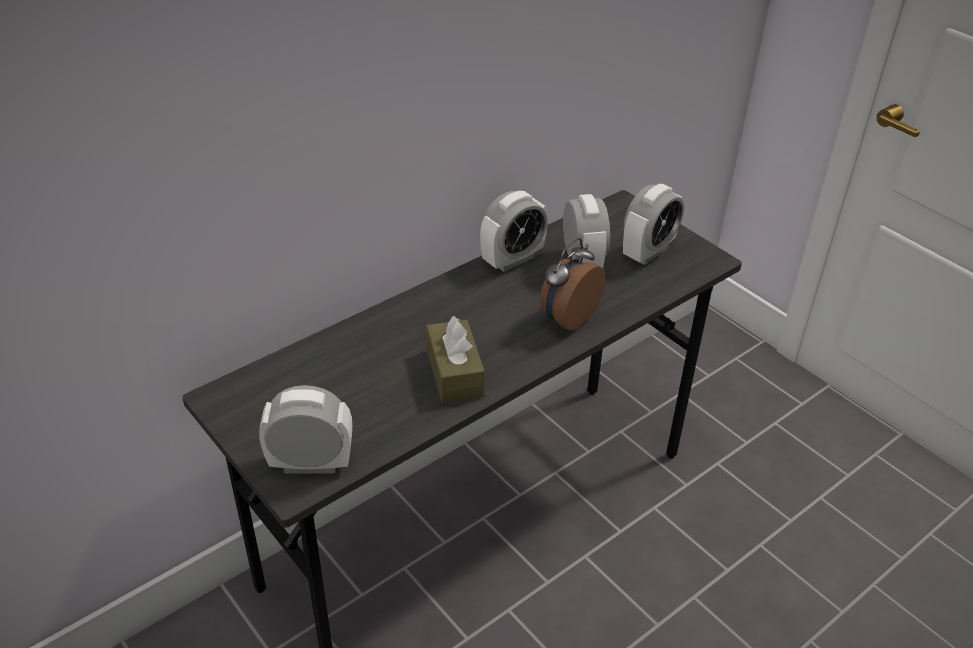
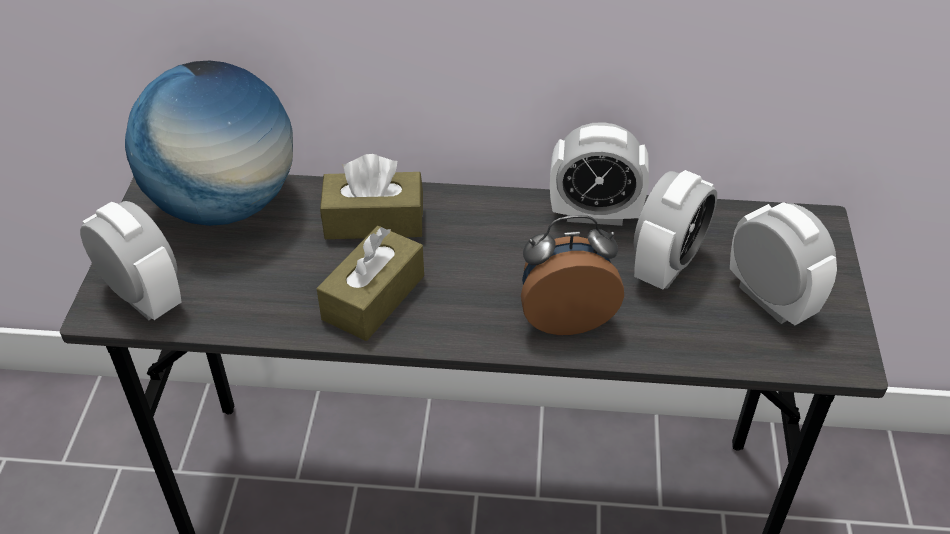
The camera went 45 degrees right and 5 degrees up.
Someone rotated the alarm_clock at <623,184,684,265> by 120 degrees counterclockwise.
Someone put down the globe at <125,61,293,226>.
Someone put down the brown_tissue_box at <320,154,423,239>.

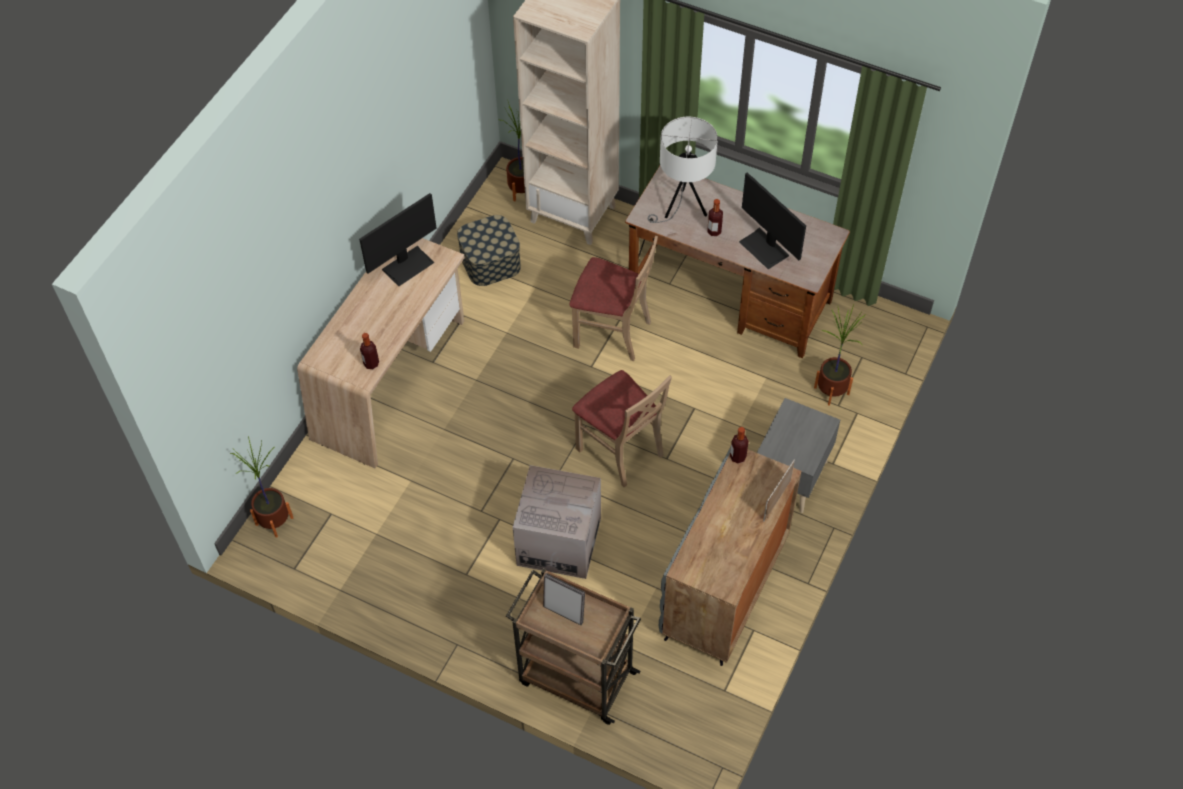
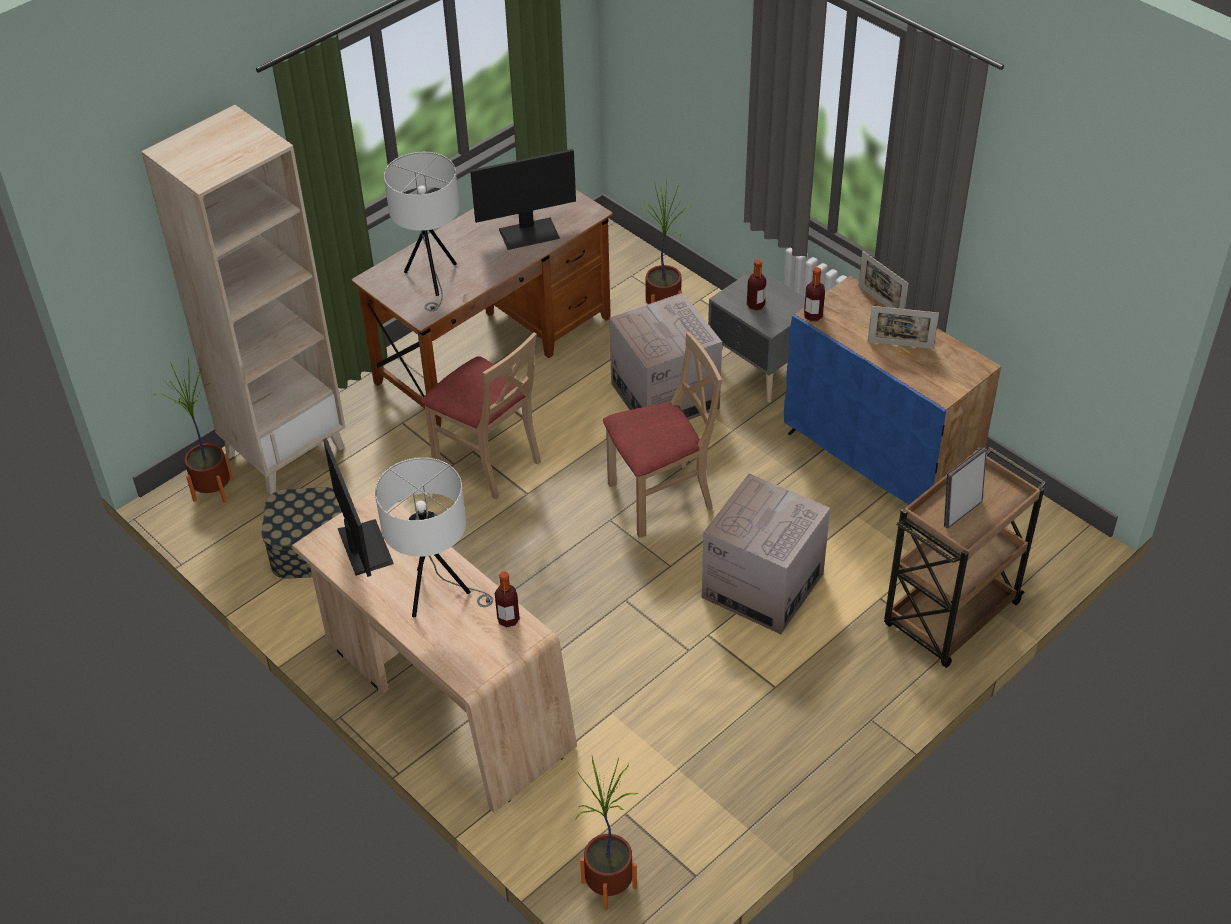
The camera went 70 degrees left and 10 degrees down.
Someone rotated the beige_chair at <569,236,658,361> by 90 degrees clockwise.
Someone repainted the grey_cabinet at <659,446,801,666>, which became the blue_cabinet at <784,276,1001,505>.
Someone carried the bottle from <707,199,723,236> to <747,260,766,311>.
Someone put down the white_table_lamp at <375,457,493,617>.
Someone put down the cardboard_box at <609,293,722,420>.
Someone put down the picture_frame at <868,306,939,349>.

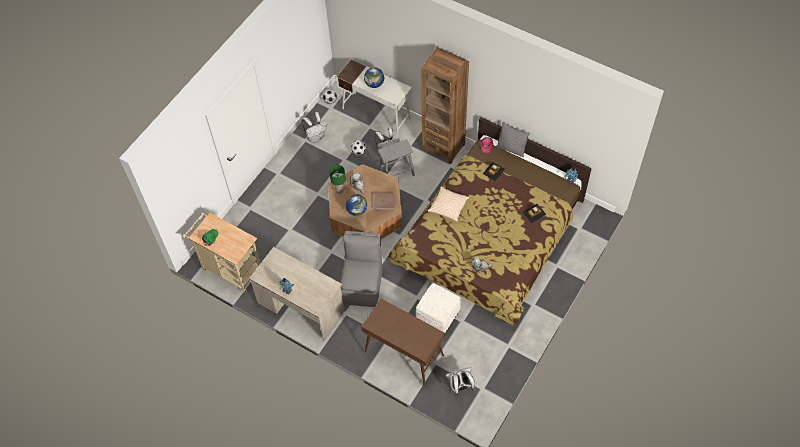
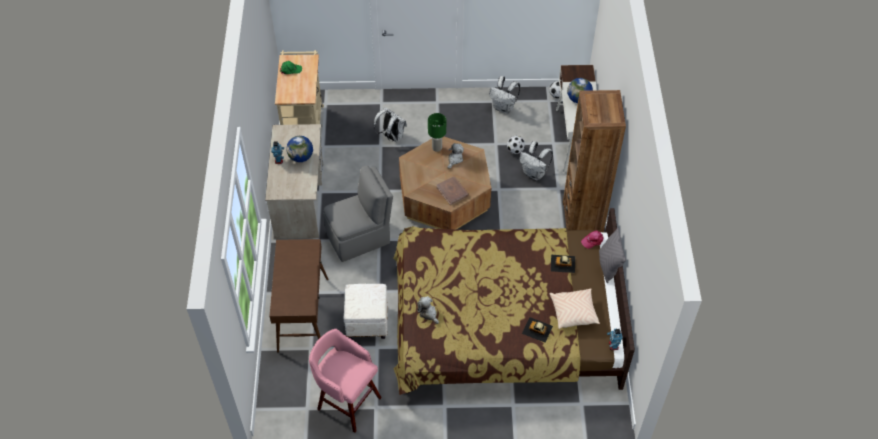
The camera went 55 degrees right and 5 degrees down.
Someone carried the globe from <346,194,367,216> to <286,136,313,162>.
Someone took away the grey_stool at <378,140,415,176>.
Someone carried the beige_pillow from <428,186,469,221> to <550,288,600,329>.
Someone carried the white_backpack from <446,367,475,396> to <374,107,407,142>.
Someone put down the pink_stool at <309,329,382,433>.

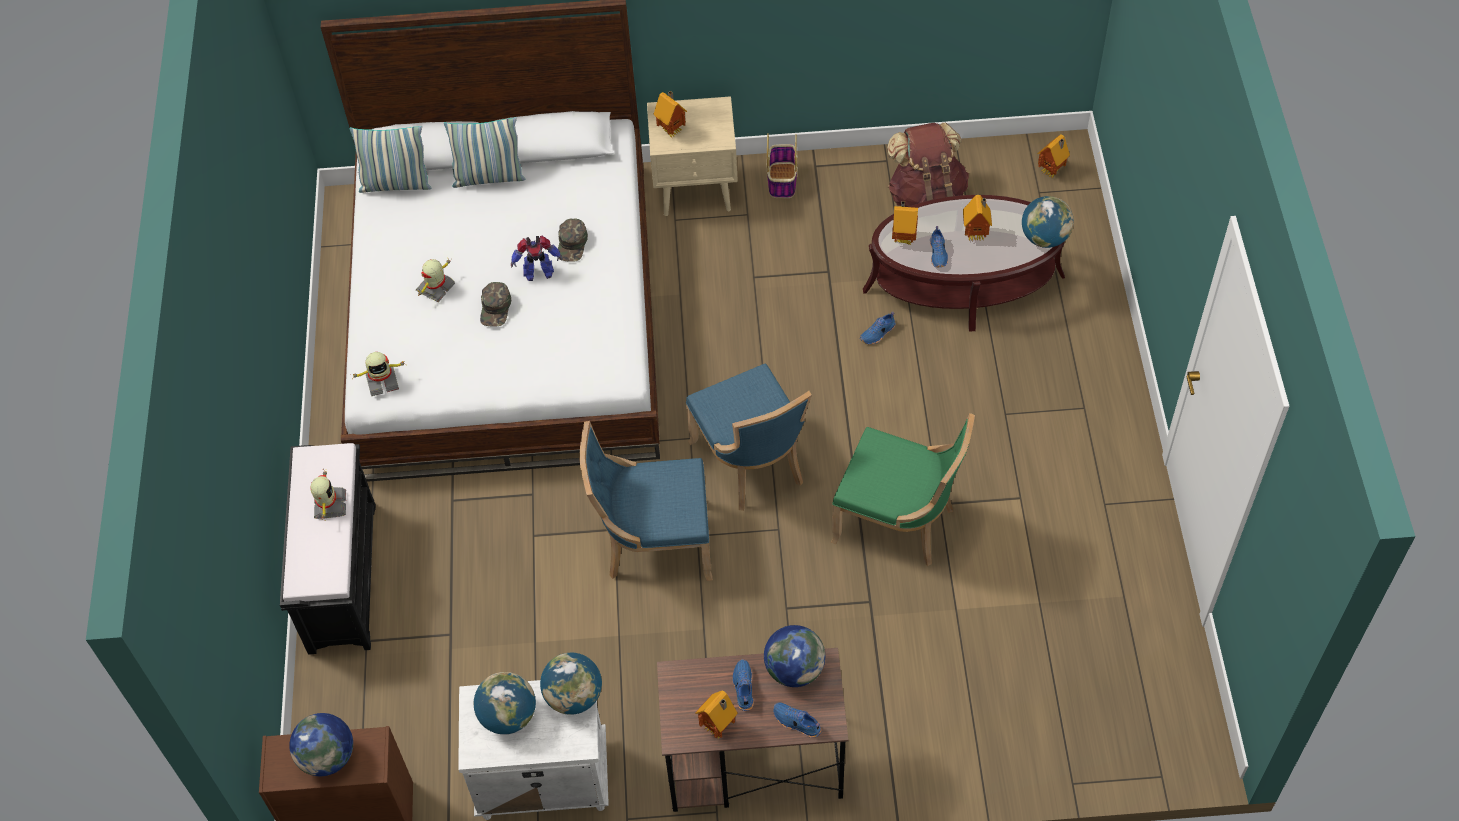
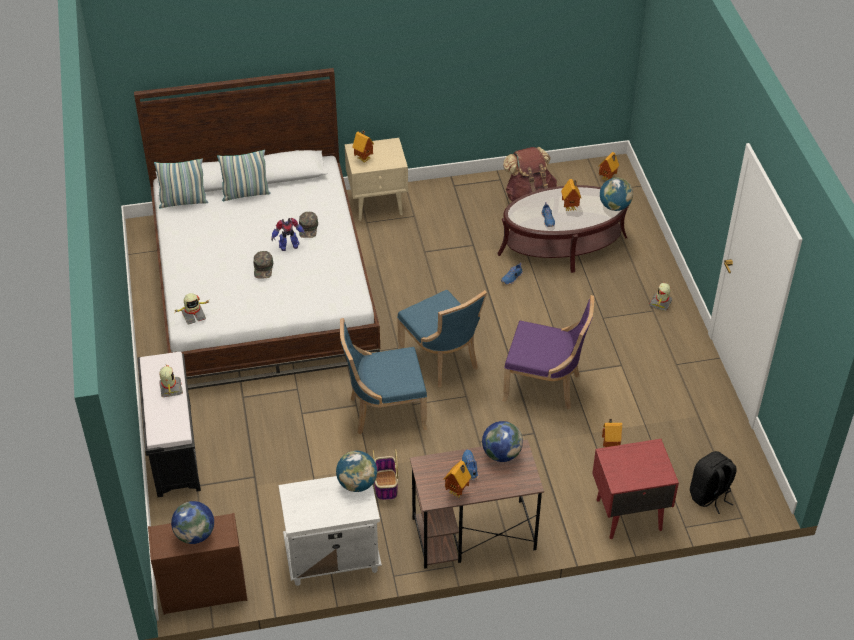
The camera went 10 degrees left and 10 degrees down.
Someone carried the toy_robot from <416,258,455,302> to <649,283,672,311>.
Someone took away the globe at <474,672,536,734>.
Someone carried the basket from <766,133,798,198> to <373,449,398,500>.
Someone took away the blue_shoe at <773,702,822,738>.
Someone repainted the green_chair at <831,413,975,566>, which became the purple_chair at <502,295,594,409>.
Someone carried the toy_house from <892,201,918,245> to <602,419,622,447>.
Someone put down the red_nightstand at <592,439,679,539>.
Someone put down the black_backpack at <690,451,737,514>.

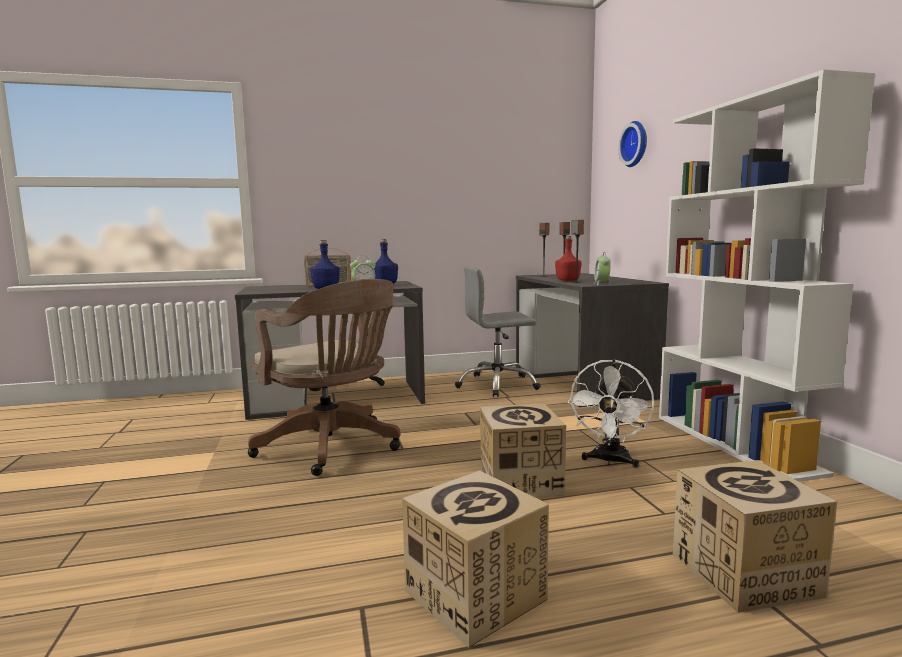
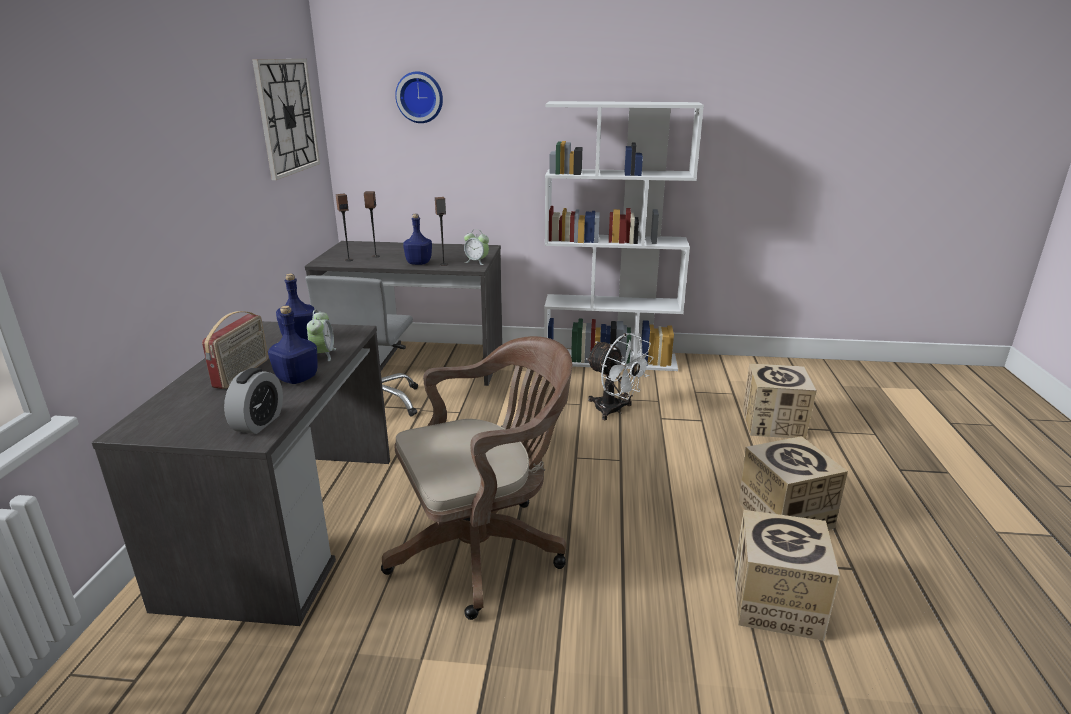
The camera went 70 degrees left and 15 degrees up.
Someone carried the cardboard_box from <480,403,566,497> to <734,510,840,641>.
Someone repainted the red_bottle at <555,236,582,281>, which became the blue_bottle at <403,214,432,265>.
Someone put down the alarm_clock at <224,368,283,434>.
Someone put up the wall_clock at <252,59,320,180>.

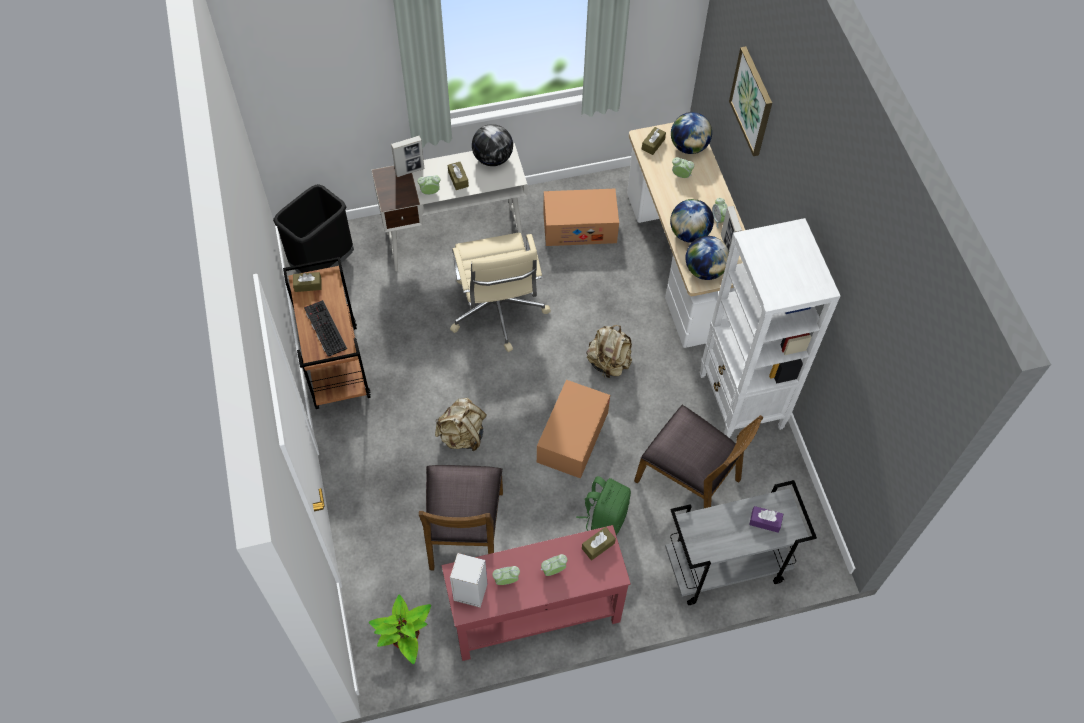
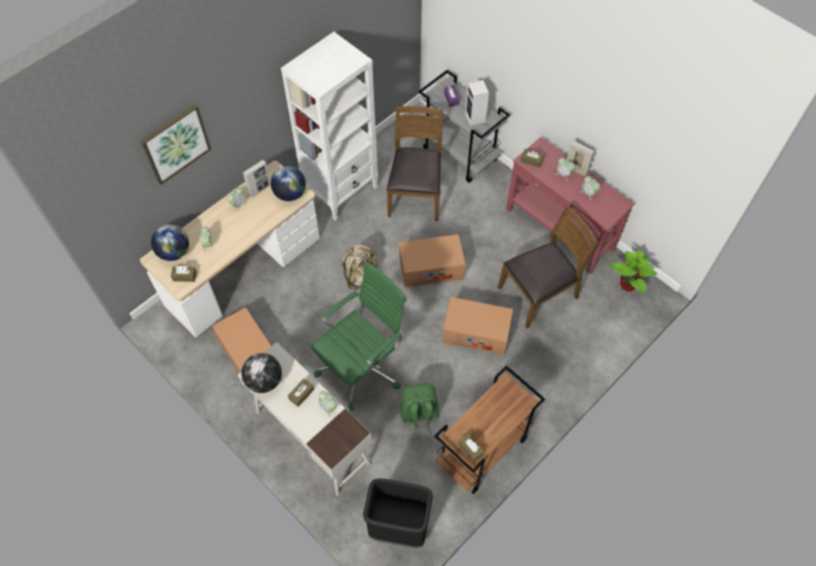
The camera went 120 degrees left and 0 degrees up.
Someone took away the keyboard at <304,300,347,357>.
Someone carried the picture_frame from <391,136,424,177> to <567,140,594,177>.
Someone swapped the beige_backpack at <435,398,487,451> for the cardboard_box at <442,297,513,355>.
Someone repainted the beige_office_chair at <450,232,551,352>, which became the green_office_chair at <311,262,407,411>.
Someone carried the speaker from <450,553,487,608> to <465,80,489,126>.
Someone carried the green_backpack from <576,476,631,535> to <400,383,439,436>.
Someone took away the globe at <670,199,714,243>.

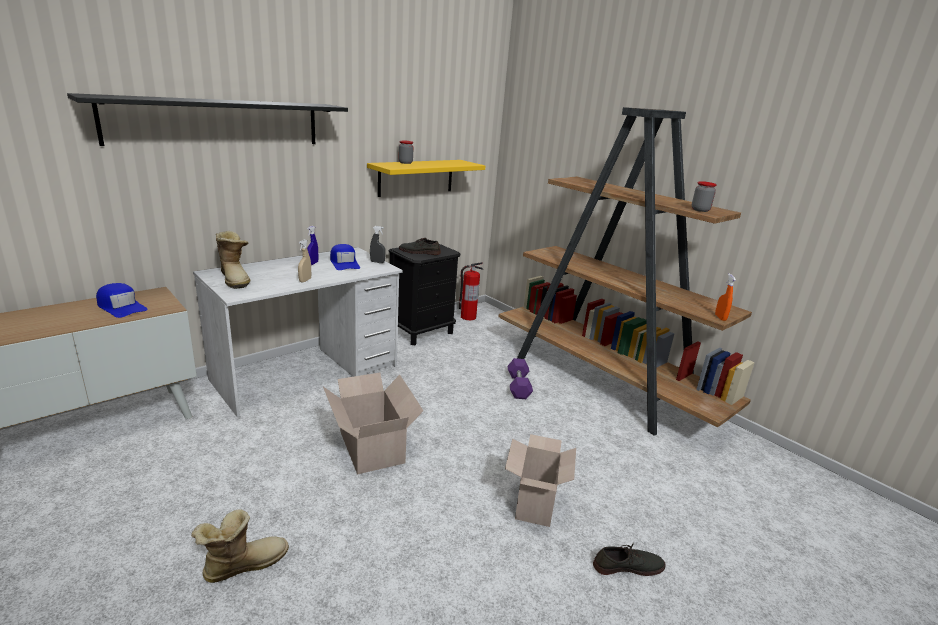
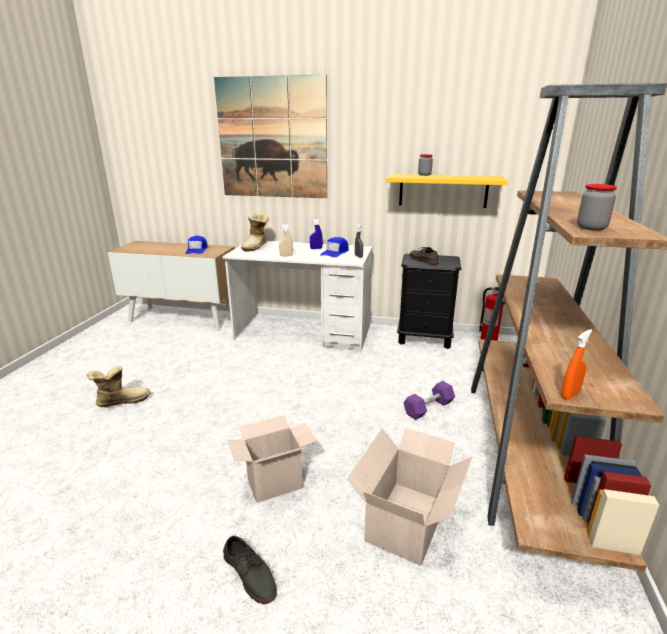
The camera went 55 degrees right and 0 degrees up.
Someone swapped the black_shelf at <67,93,348,146> for the picture at <214,75,327,198>.
Someone rotated the boot at <191,509,289,583> by 45 degrees counterclockwise.
Someone carried the cardboard_box from <323,373,424,474> to <347,427,473,566>.

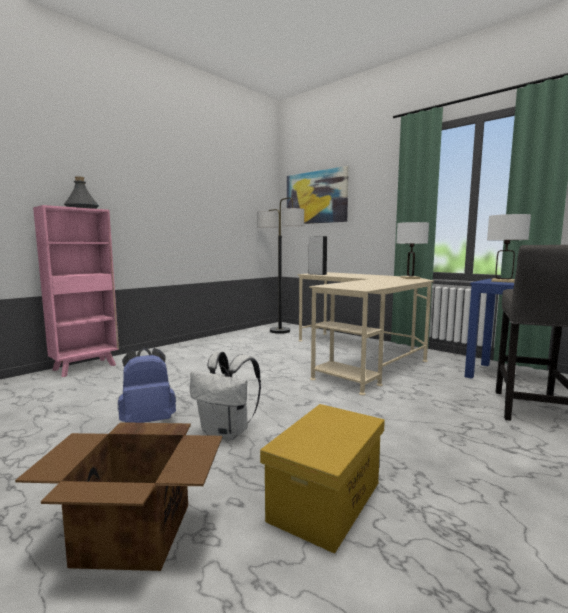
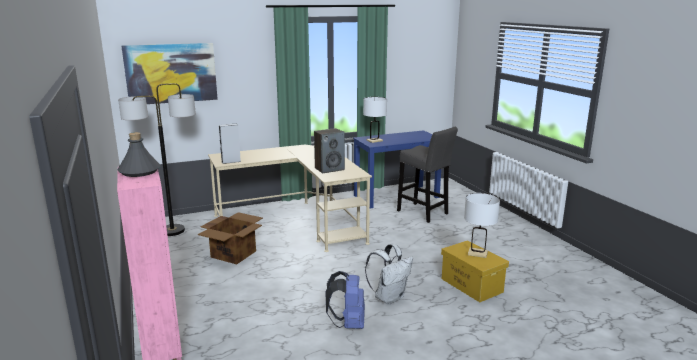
The camera went 65 degrees left and 10 degrees up.
Someone carried the cardboard_box from <15,422,222,571> to <198,212,263,264>.
Someone carried the white_table_lamp from <396,222,429,279> to <464,193,500,258>.
Someone put down the speaker at <314,128,345,173>.

